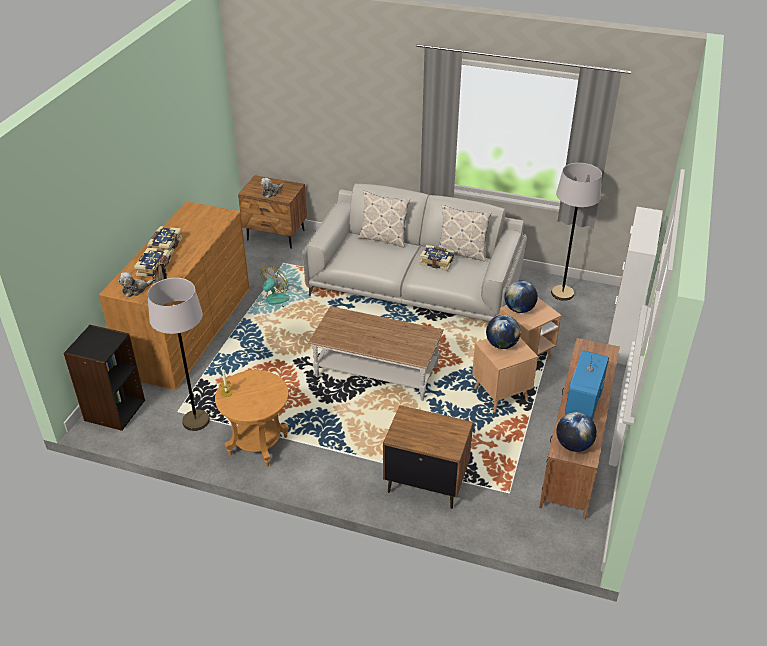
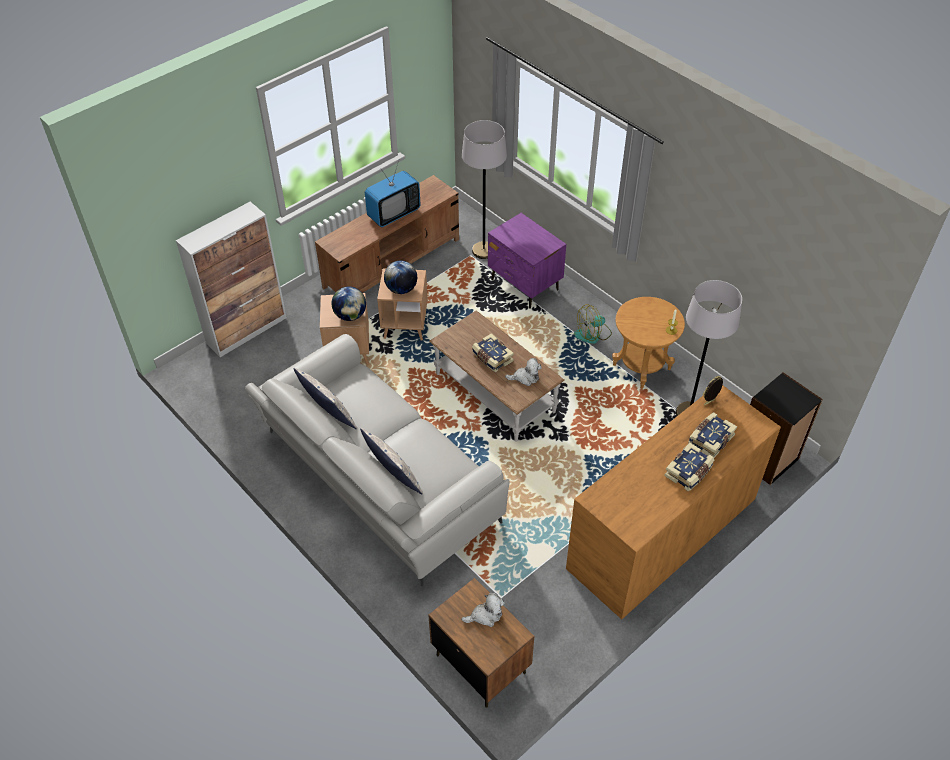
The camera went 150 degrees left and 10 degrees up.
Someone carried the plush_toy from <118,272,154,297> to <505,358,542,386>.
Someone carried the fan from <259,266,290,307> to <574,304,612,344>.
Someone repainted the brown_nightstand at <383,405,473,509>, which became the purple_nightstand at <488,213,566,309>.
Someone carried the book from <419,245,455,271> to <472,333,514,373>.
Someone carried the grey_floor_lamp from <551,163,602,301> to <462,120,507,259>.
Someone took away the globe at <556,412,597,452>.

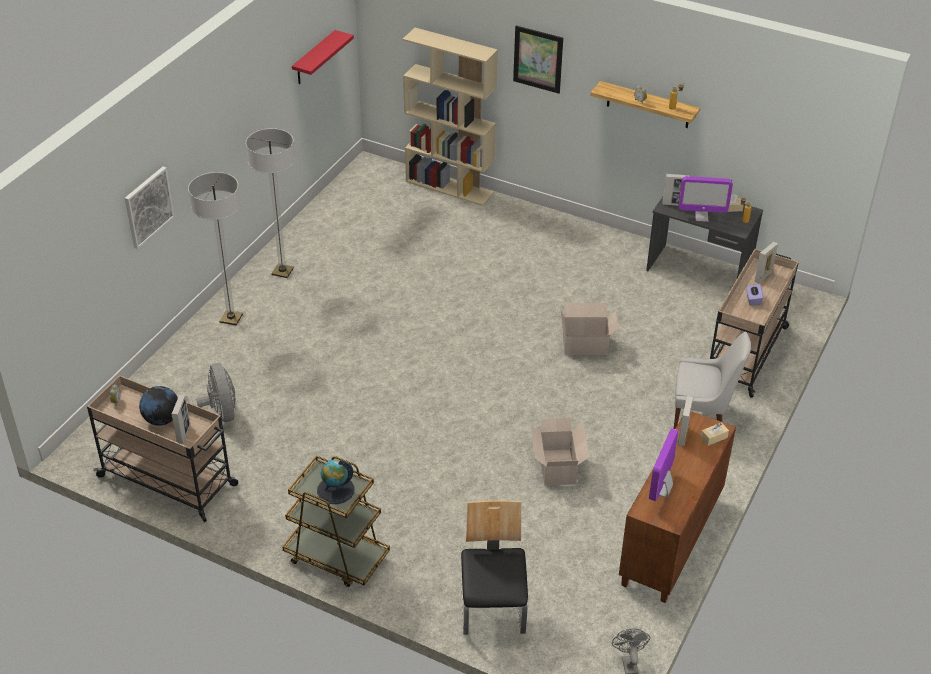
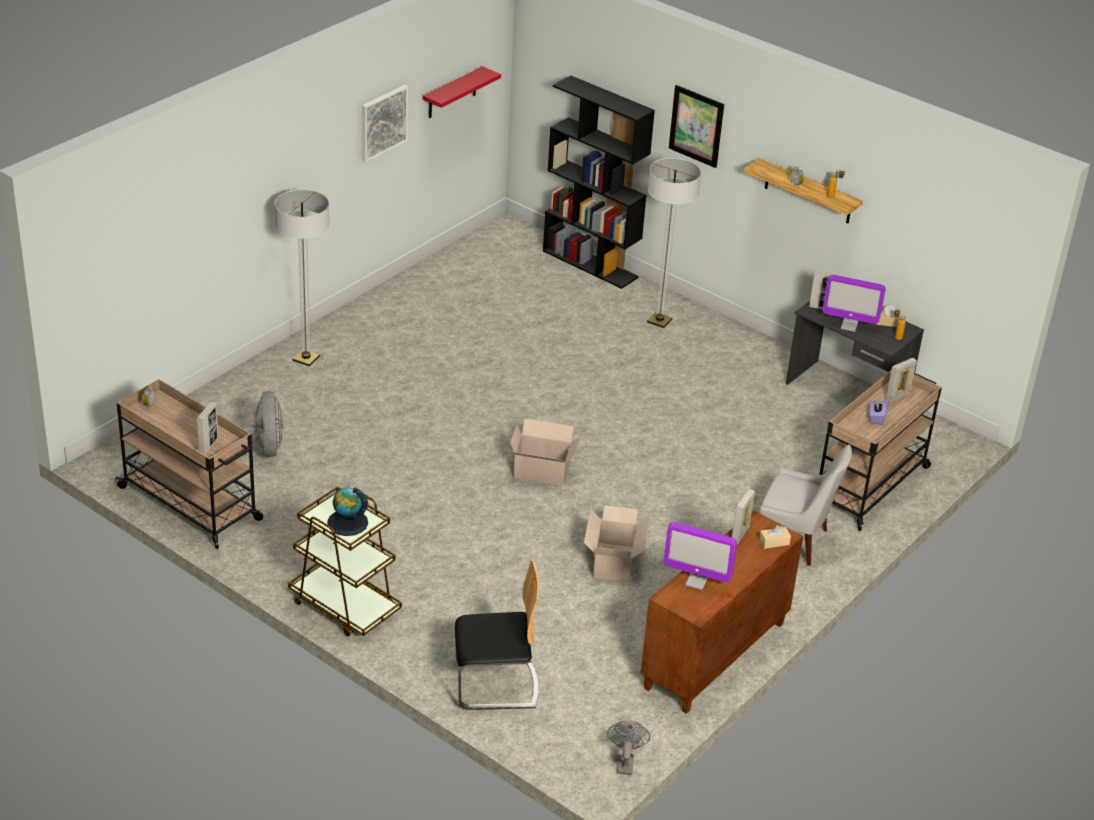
The camera went 10 degrees right and 5 degrees down.
Someone carried the picture from <125,167,175,249> to <362,85,408,162>.
Someone took away the globe at <139,386,178,426>.
Someone carried the floor_lamp from <246,128,295,278> to <647,158,701,328>.
Someone repainted the beige_bookcase at <402,28,498,206>, which became the black_bookcase at <543,76,655,289>.
Someone rotated the chair at <461,501,528,635> by 75 degrees clockwise.
Someone carried the cardboard_box from <560,303,619,355> to <510,419,581,486>.
Someone rotated the monitor at <649,428,679,501> by 105 degrees counterclockwise.

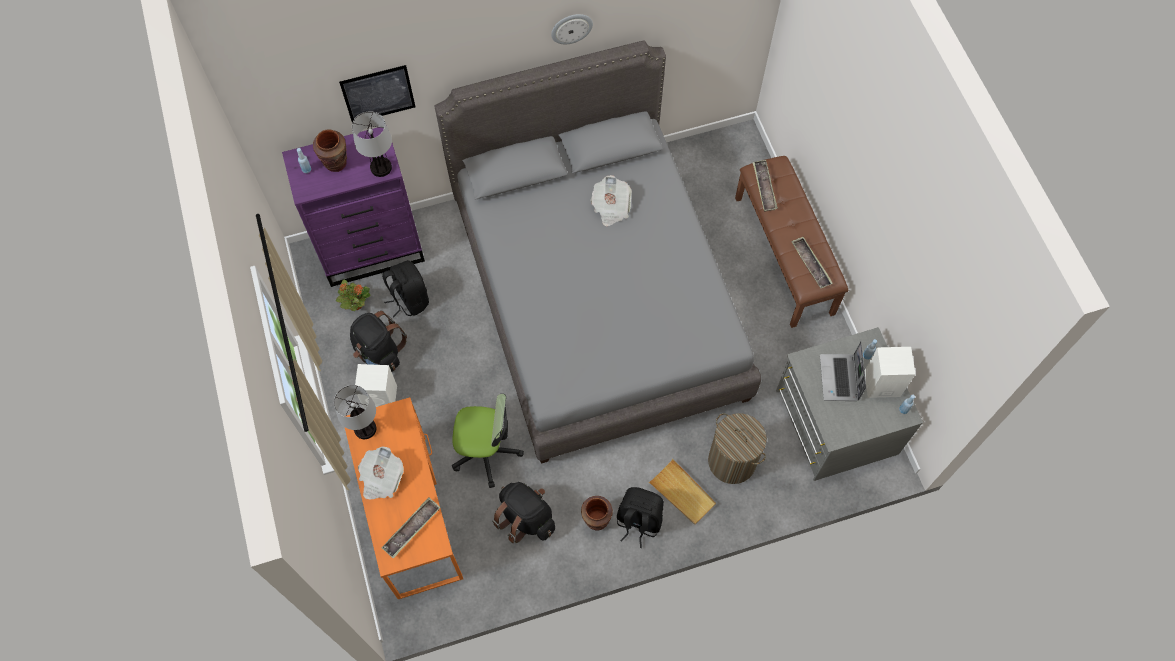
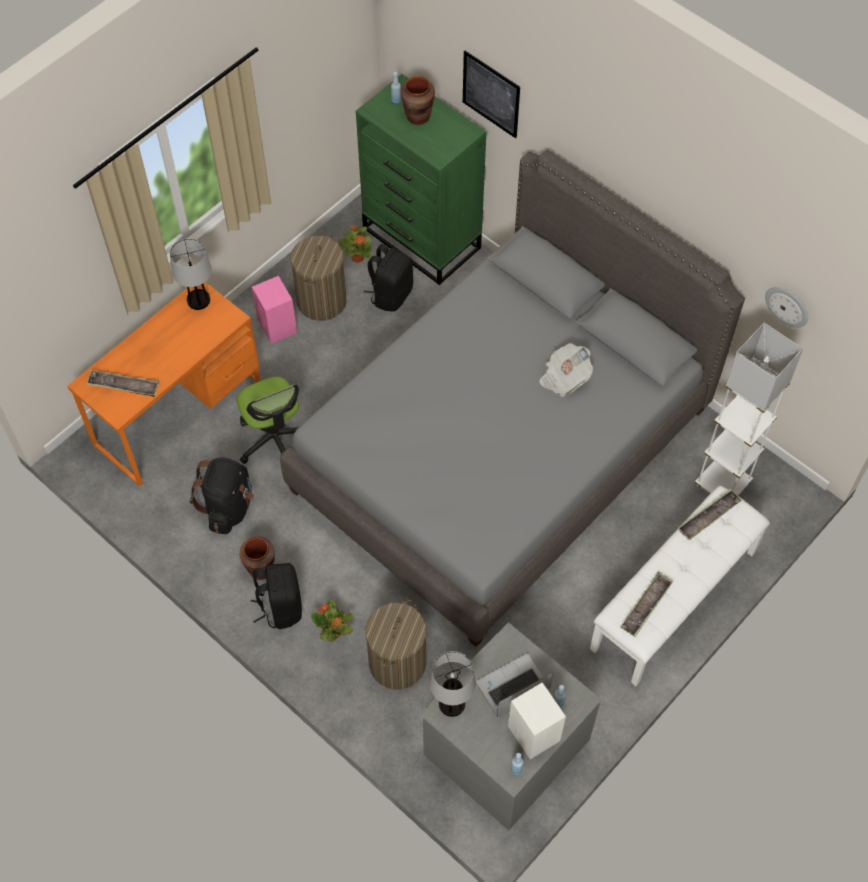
The camera went 60 degrees right and 5 degrees down.
Someone repainted the purple_dresser at <282,127,425,287>, which became the green_dresser at <355,74,486,285>.
Someone swapped the black_backpack at <350,311,407,372> for the laundry_basket at <290,234,347,321>.
Someone carried the table_lamp from <352,111,392,177> to <430,651,476,717>.
Someone repainted the white_speaker at <355,364,397,410>, which became the pink_speaker at <252,276,297,344>.
Someone took away the newspaper at <358,447,404,499>.
Someone carried the wall_clock from <551,14,593,44> to <765,287,808,328>.
Someone swapped the beige_tray at <649,459,716,525> for the potted_plant at <311,600,354,642>.
Someone repainted the brown_bench at <735,156,848,328>, which became the white_bench at <590,486,770,686>.
Someone put down the white_floor_lamp at <695,323,803,496>.

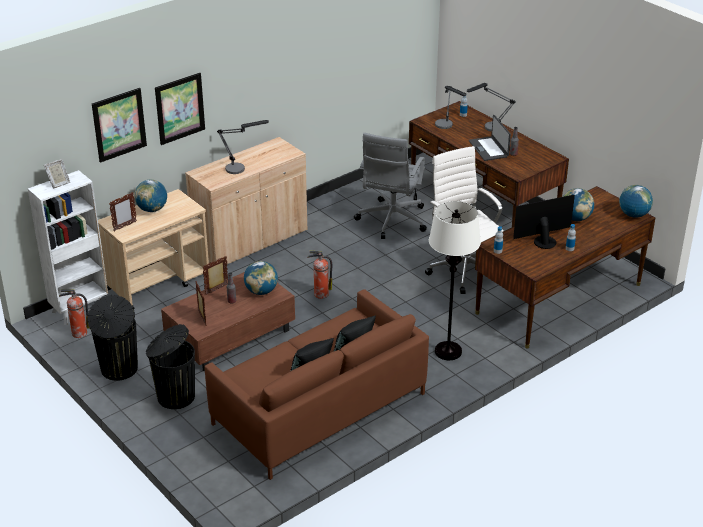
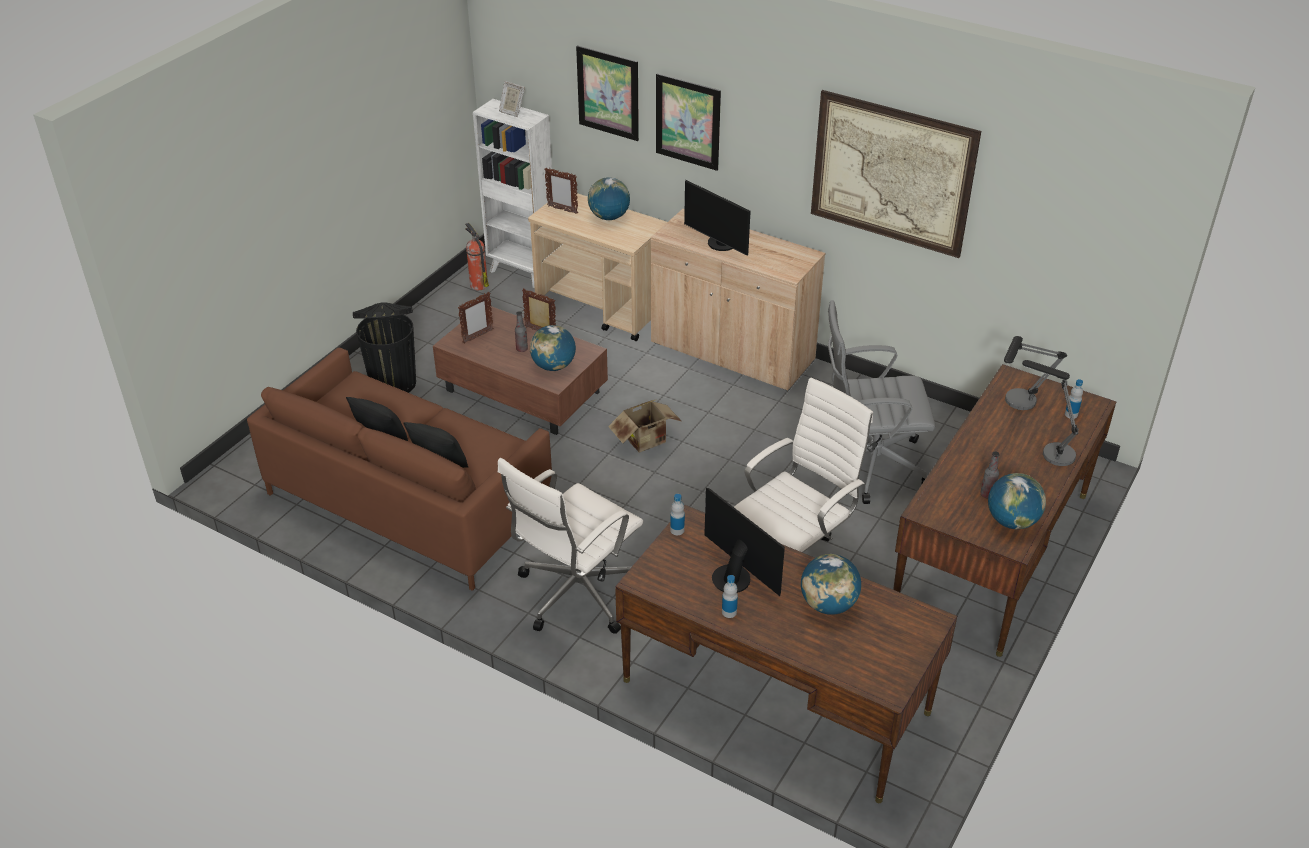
The camera went 70 degrees right and 5 degrees up.
Someone took away the black_trash_can at <87,295,138,381>.
Someone swapped the table_lamp at <217,120,269,174> for the monitor at <684,180,751,255>.
Someone swapped the fire_extinguisher at <307,251,332,299> for the cardboard_box at <608,400,682,453>.
Someone swapped the white_floor_lamp at <429,201,481,360> for the white_office_chair at <498,458,643,634>.
Someone took away the laptop at <469,115,511,161>.
Someone carried the globe from <619,185,653,218> to <988,473,1046,529>.
Someone put up the picture at <811,90,981,258>.

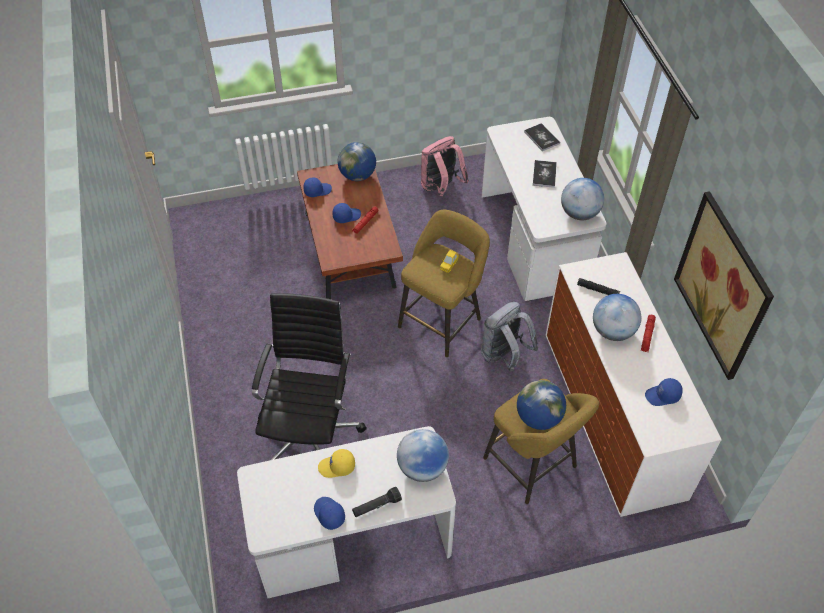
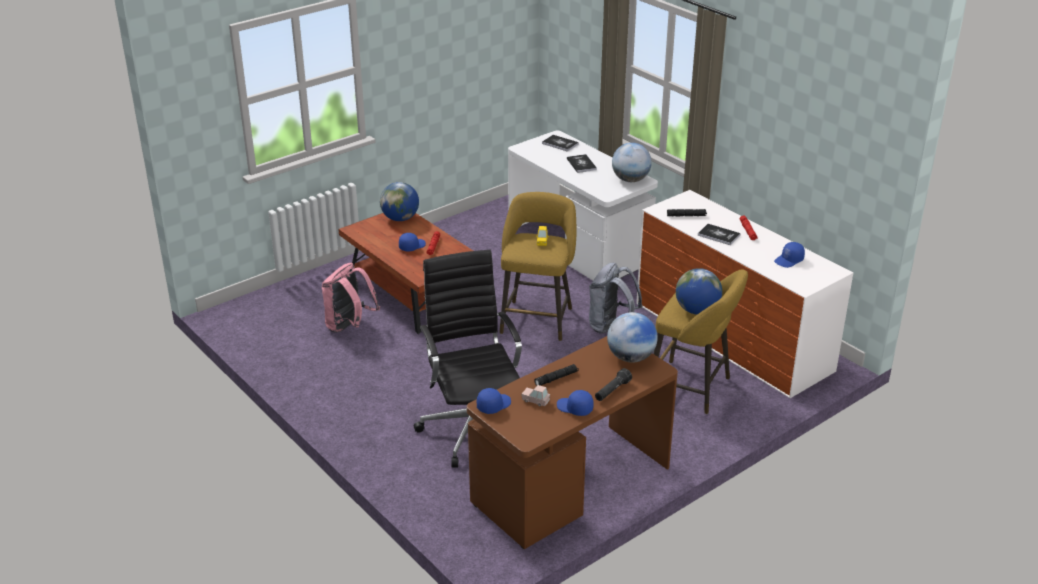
The camera went 25 degrees left and 20 degrees down.
Someone repainted the white_desk at <237,426,456,598>, which became the brown_desk at <467,336,678,549>.
Someone carried the blue_cap from <303,177,332,197> to <477,388,511,414>.
Someone swapped the yellow_cap at <318,449,355,478> for the black_flashlight at <534,364,579,386>.
Someone carried the pink_backpack from <421,136,469,196> to <322,263,380,333>.
Someone swapped the globe at <593,294,641,341> for the book at <698,224,741,245>.
Someone took away the picture at <674,191,774,380>.
Someone put down the pink_toy_car at <521,385,550,406>.

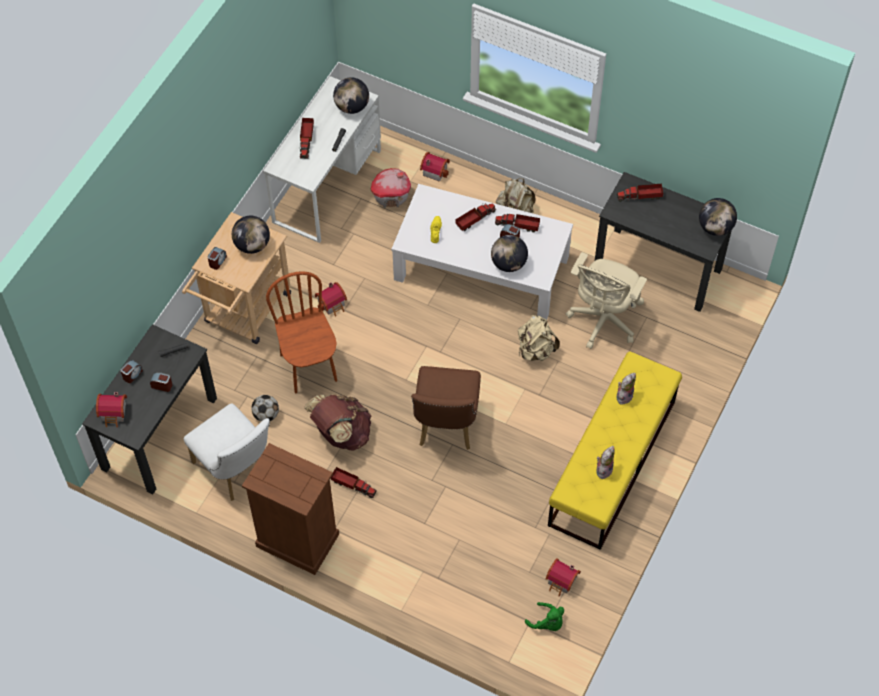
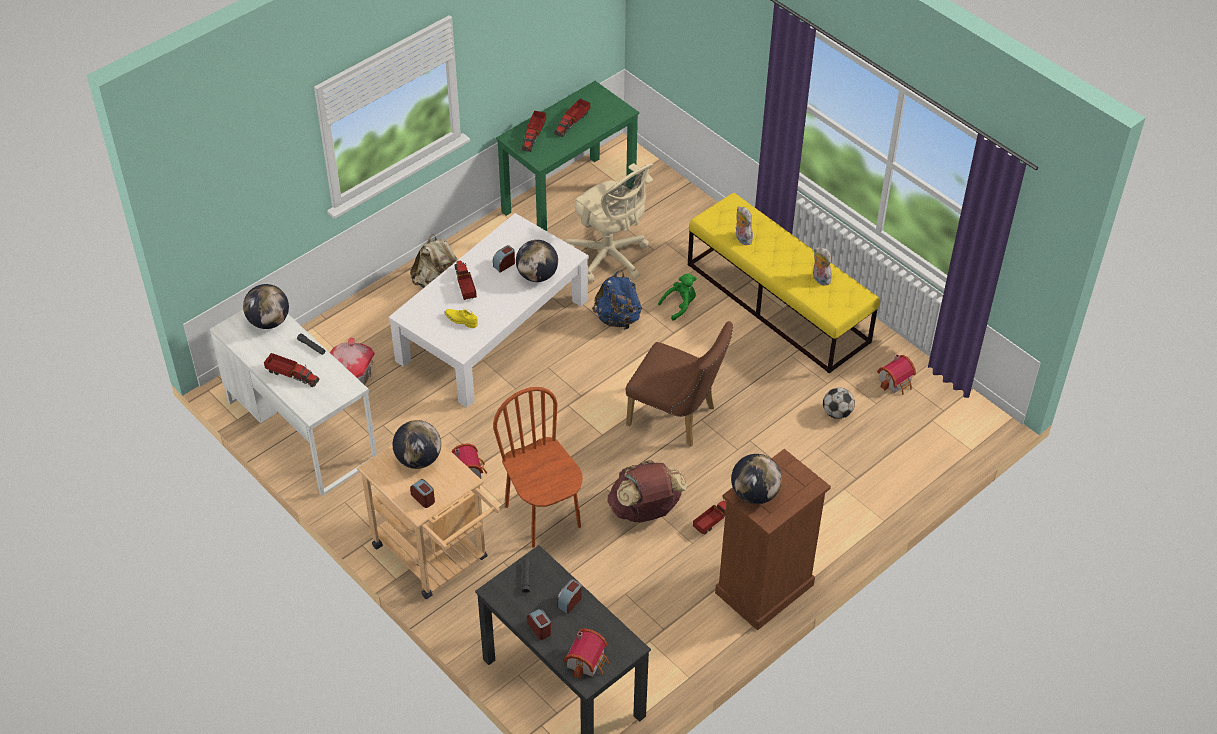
The camera went 70 degrees left and 10 degrees down.
Someone took away the white_chair at <184,403,270,501>.
Someone carried the football from <251,395,279,421> to <823,388,855,419>.
Someone rotated the brown_chair at <266,271,337,393> by 60 degrees clockwise.
Someone took away the toy_house at <420,152,450,182>.
Someone carried the toy_truck from <495,212,540,232> to <554,99,590,137>.
Someone repainted the beige_backpack at <518,315,560,361>, which became the blue_backpack at <592,270,642,330>.
Someone carried the green_plush_toy from <525,602,564,631> to <658,274,697,321>.
Someone repainted the black_desk at <595,172,732,312>, which became the green_desk at <496,81,639,231>.
Someone carried the globe from <699,198,737,236> to <731,454,782,504>.

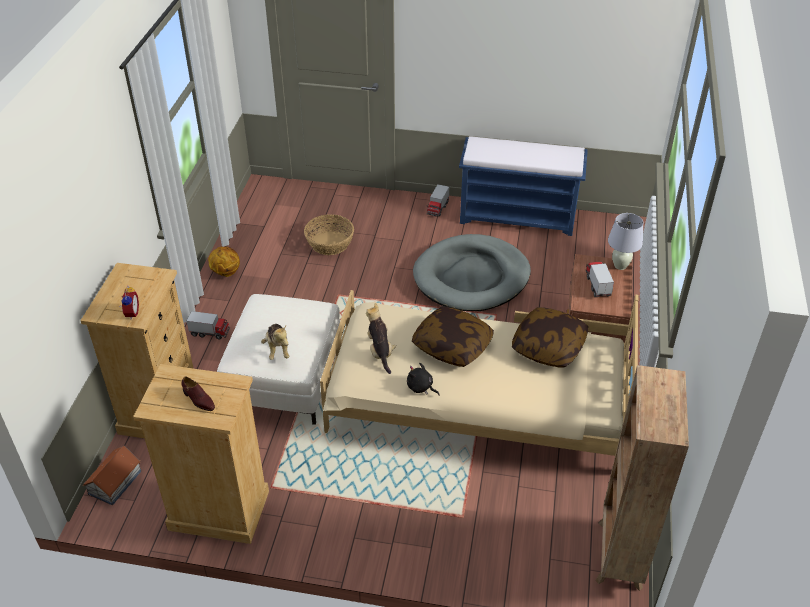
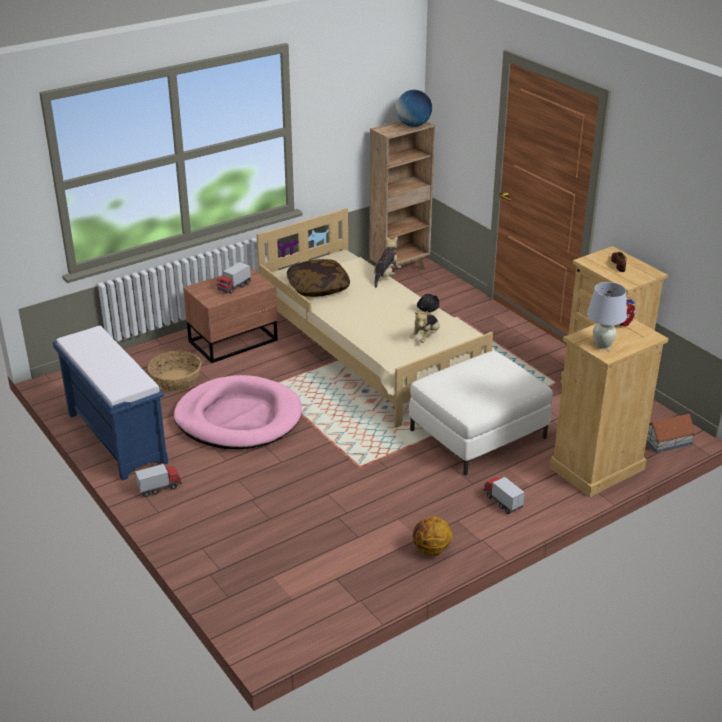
The camera went 135 degrees left and 10 degrees down.
Someone carried the plush_toy from <261,324,289,360> to <374,236,401,288>.
Someone carried the basket from <304,214,354,255> to <148,351,202,392>.
Someone took away the pillow at <412,306,494,367>.
Someone repainted the grey_dog_bed at <413,234,531,311>, which became the pink_dog_bed at <174,375,302,450>.
Someone carried the white_table_lamp from <608,213,644,270> to <587,282,627,349>.
Someone put down the globe at <396,90,432,127>.

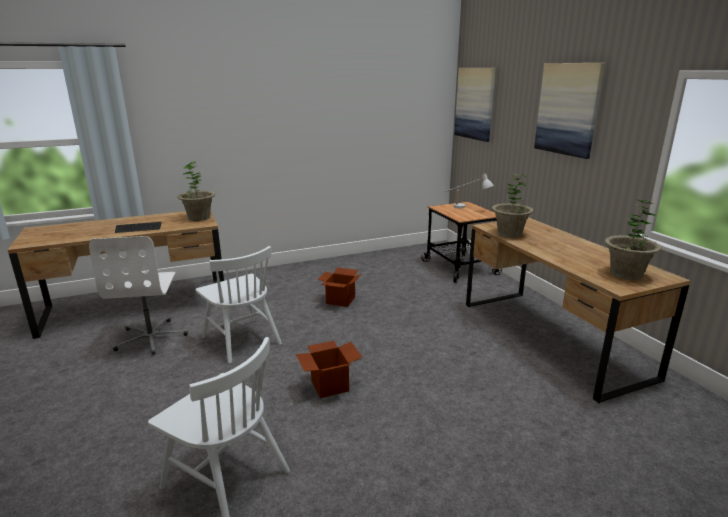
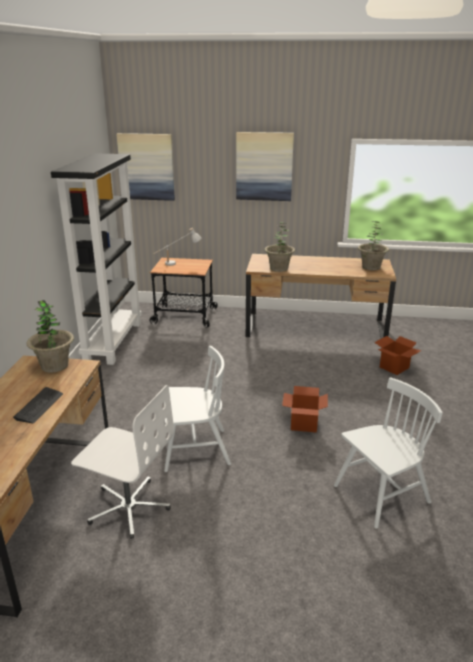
The camera went 60 degrees left and 5 degrees up.
Someone carried the cardboard_box from <317,267,361,307> to <374,336,422,375>.
Someone put down the black_bookcase at <51,153,142,365>.

